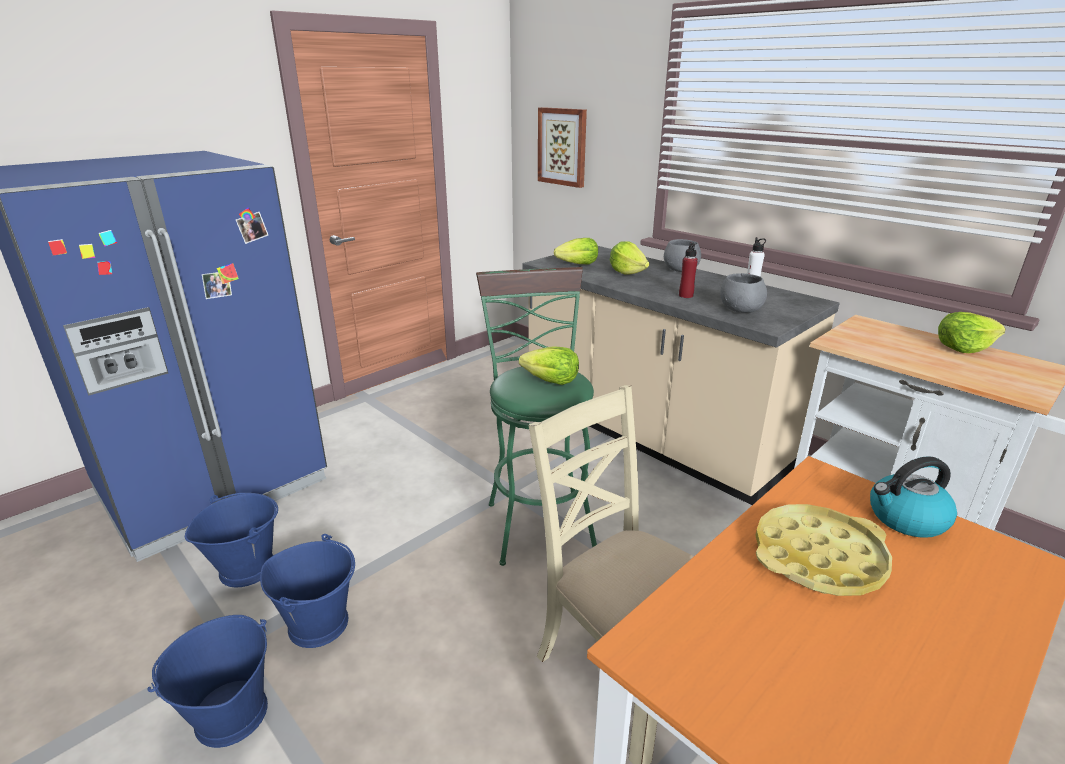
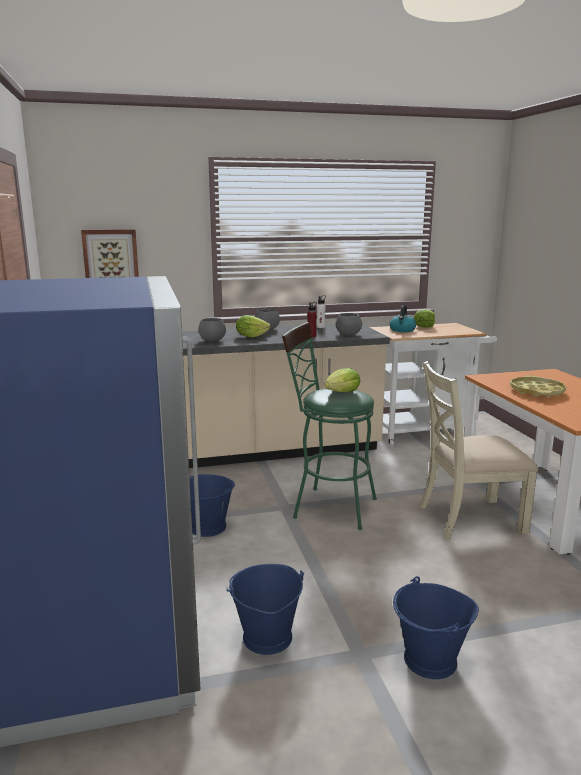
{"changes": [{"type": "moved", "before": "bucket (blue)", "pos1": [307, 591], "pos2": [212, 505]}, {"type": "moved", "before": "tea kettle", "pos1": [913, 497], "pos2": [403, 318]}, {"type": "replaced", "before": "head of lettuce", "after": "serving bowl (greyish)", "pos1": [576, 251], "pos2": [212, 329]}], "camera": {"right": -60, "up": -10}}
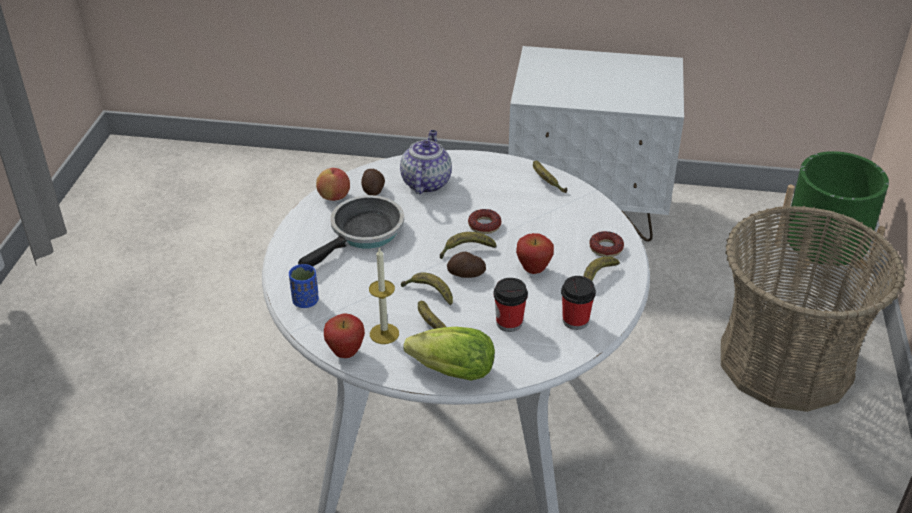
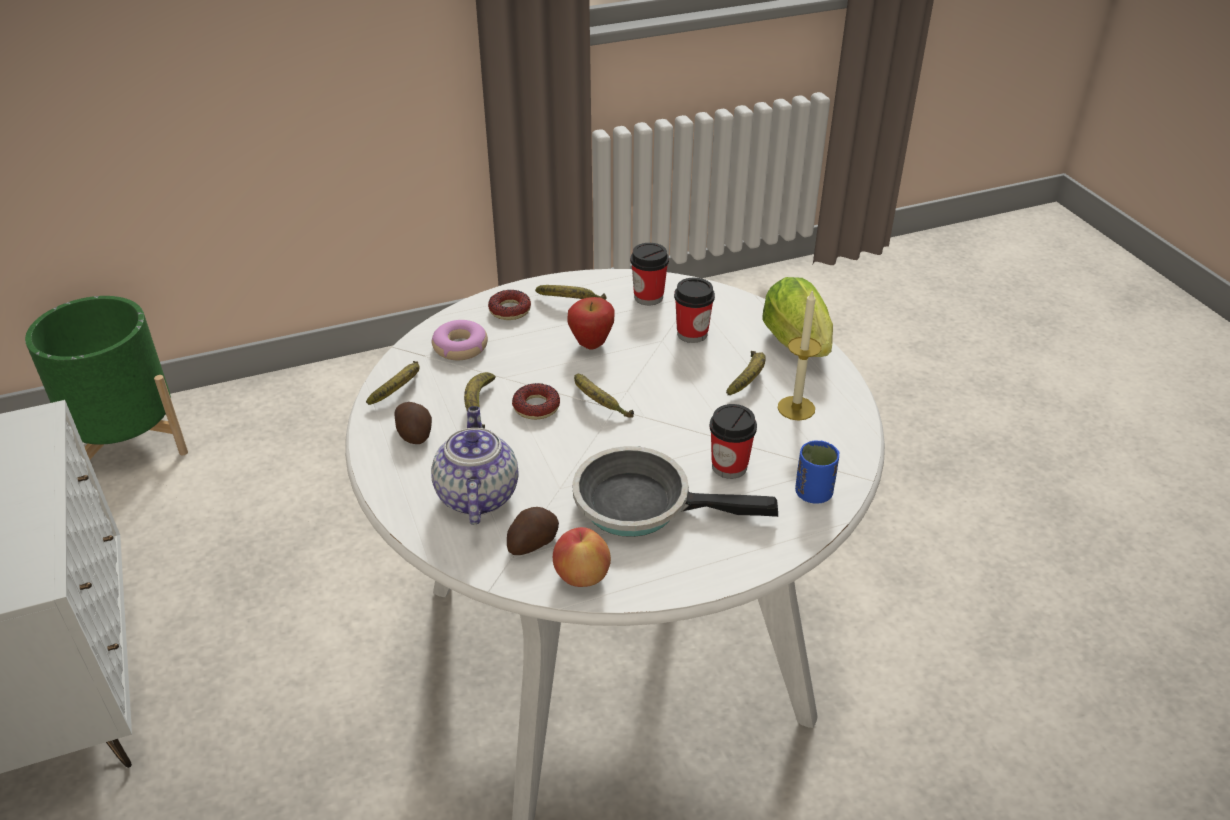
{"changes": [{"type": "removed", "before": "apple", "pos1": [344, 335]}, {"type": "removed", "before": "household basket", "pos1": [813, 308]}, {"type": "added", "after": "doughnut", "pos2": [459, 340]}, {"type": "added", "after": "drinking cup", "pos2": [733, 441]}, {"type": "moved", "before": "banana", "pos1": [427, 289], "pos2": [480, 400]}, {"type": "moved", "before": "whole potato", "pos1": [466, 265], "pos2": [413, 423]}, {"type": "turned", "before": "pot for tea", "pos1": [426, 162], "pos2": [475, 465], "turn": 105}], "camera": {"right": -120, "up": 0}}
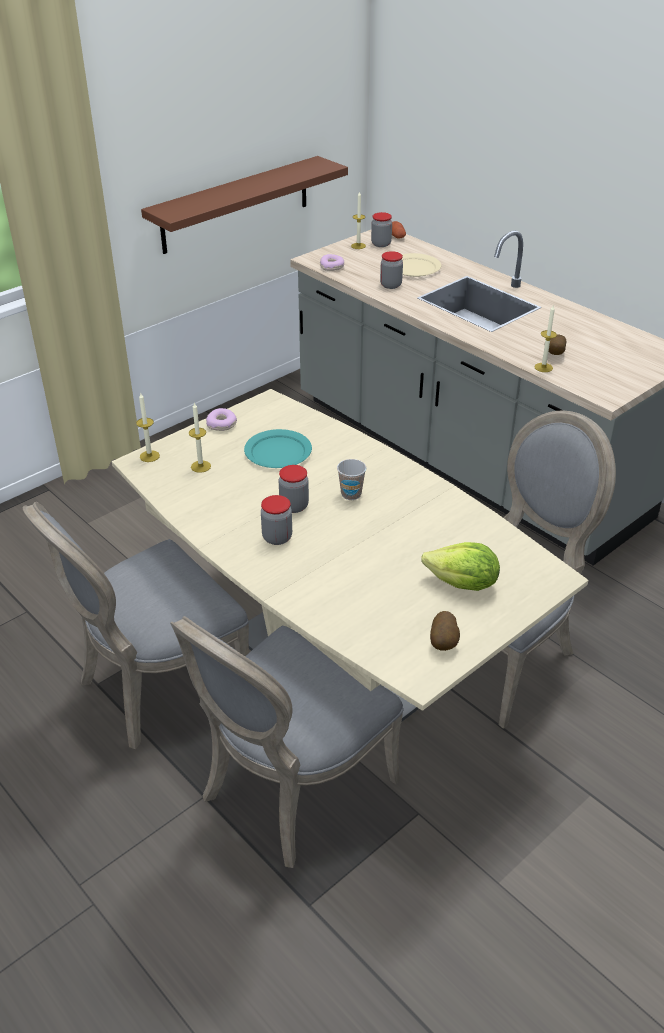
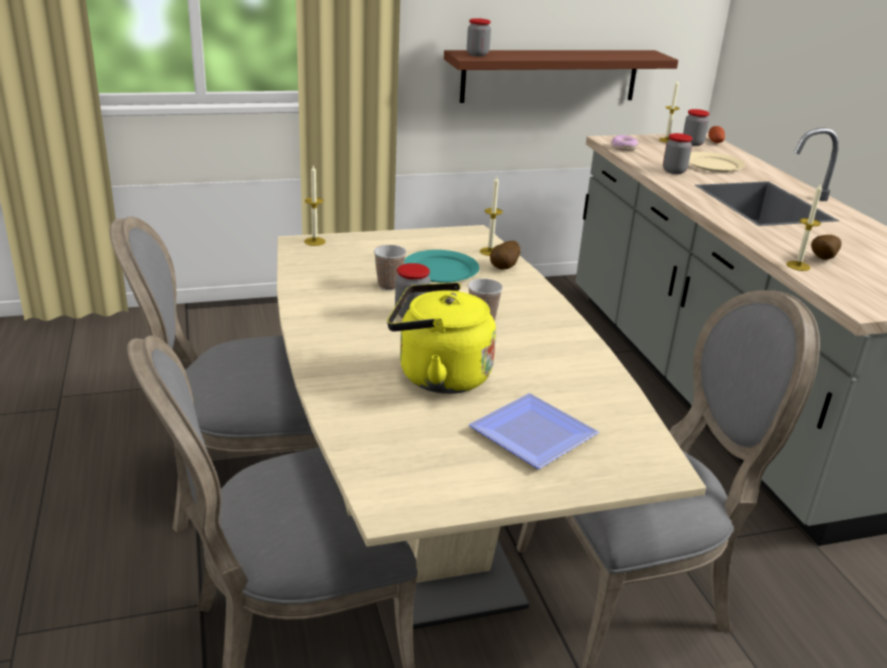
{"changes": [{"type": "removed", "before": "doughnut", "pos1": [221, 419]}, {"type": "added", "after": "drinking cup", "pos2": [390, 267]}, {"type": "added", "after": "tea kettle (yellowish)", "pos2": [441, 338]}, {"type": "moved", "before": "candle", "pos1": [200, 437], "pos2": [491, 216]}, {"type": "moved", "before": "storage jar", "pos1": [276, 520], "pos2": [479, 37]}, {"type": "moved", "before": "whole potato", "pos1": [445, 631], "pos2": [505, 255]}, {"type": "replaced", "before": "head of lettuce", "after": "flat dish", "pos1": [460, 566], "pos2": [534, 431]}], "camera": {"right": 25, "up": -10}}
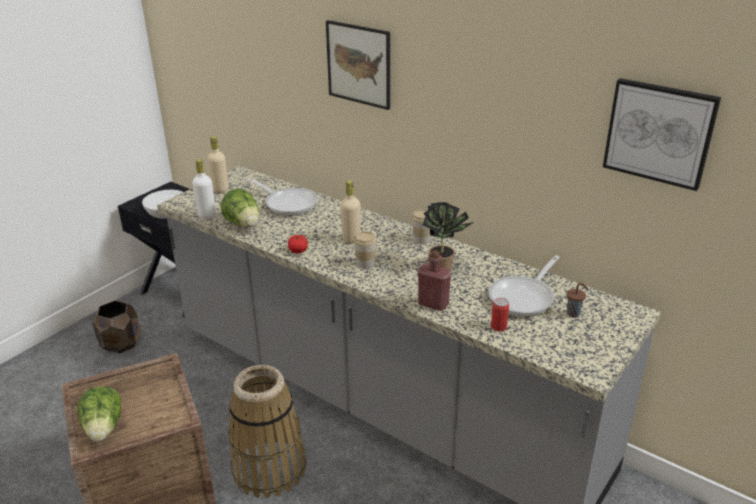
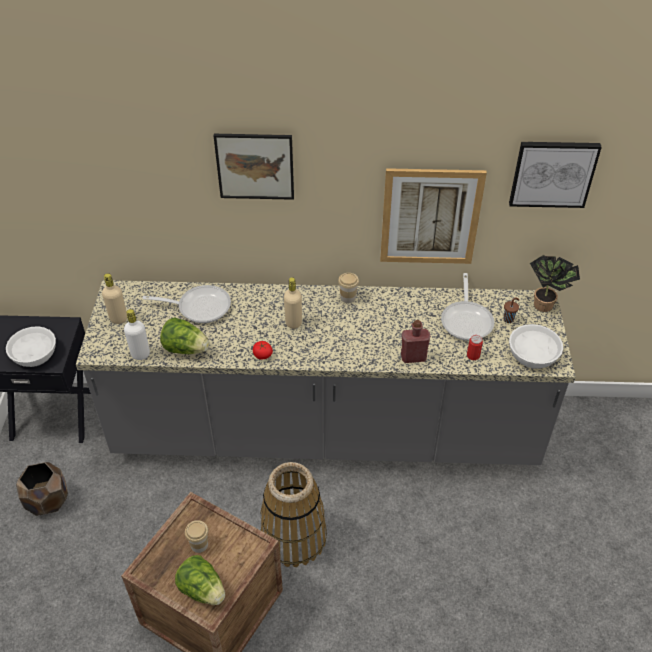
{"changes": [{"type": "added", "after": "wall picture", "pos2": [433, 216]}, {"type": "added", "after": "serving bowl (white)", "pos2": [536, 346]}, {"type": "moved", "before": "drinking cup", "pos1": [365, 249], "pos2": [196, 536]}, {"type": "moved", "before": "houseplant", "pos1": [448, 236], "pos2": [555, 283]}], "camera": {"right": -35, "up": 15}}
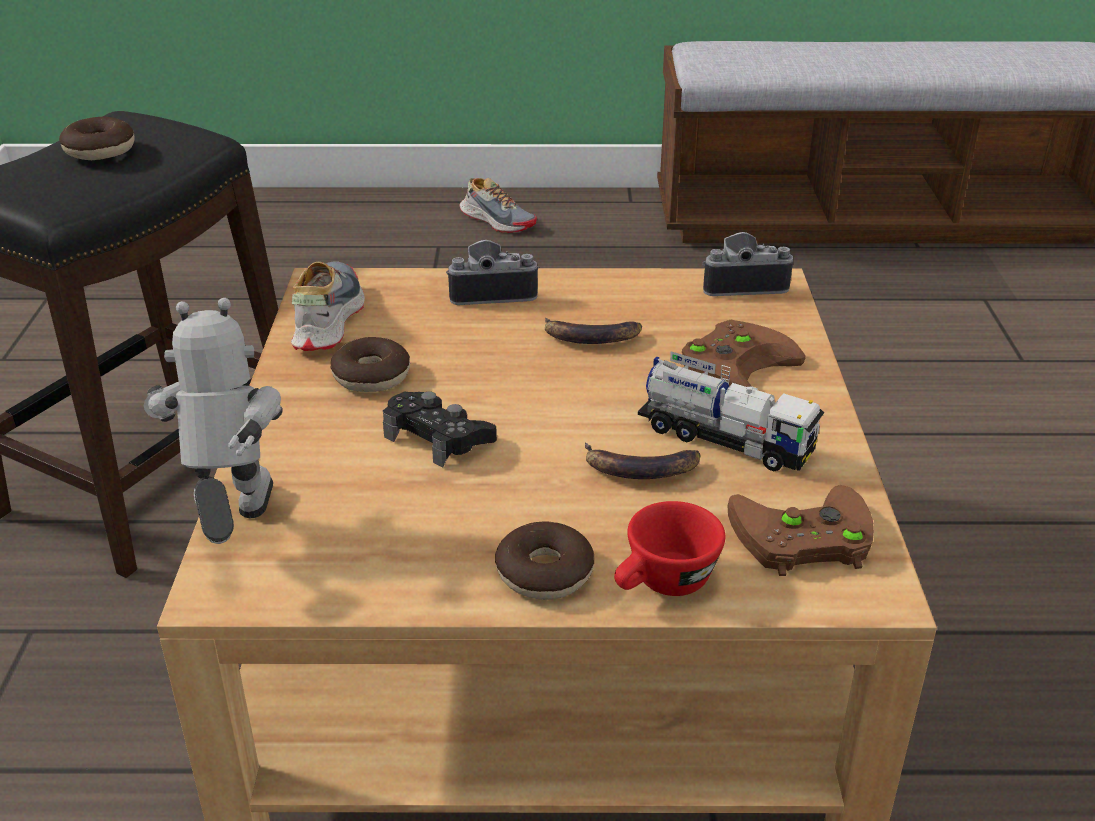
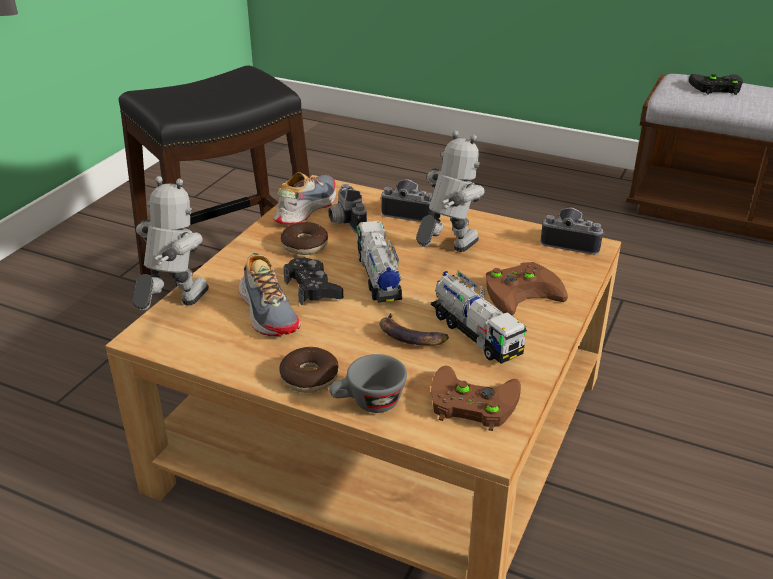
{"changes": [{"type": "removed", "before": "doughnut", "pos1": [97, 138]}, {"type": "added", "after": "photo camera", "pos2": [347, 208]}, {"type": "added", "after": "toy truck", "pos2": [379, 261]}, {"type": "added", "after": "joypad (black)", "pos2": [716, 84]}, {"type": "moved", "before": "item of footwear", "pos1": [498, 205], "pos2": [269, 294]}, {"type": "replaced", "before": "banana", "after": "robot figure", "pos1": [593, 331], "pos2": [450, 191]}, {"type": "recoloured", "before": "drinking cup (red-coloured)", "after": "drinking cup (greyish)", "pos1": [669, 548], "pos2": [368, 383]}], "camera": {"right": 25, "up": 0}}
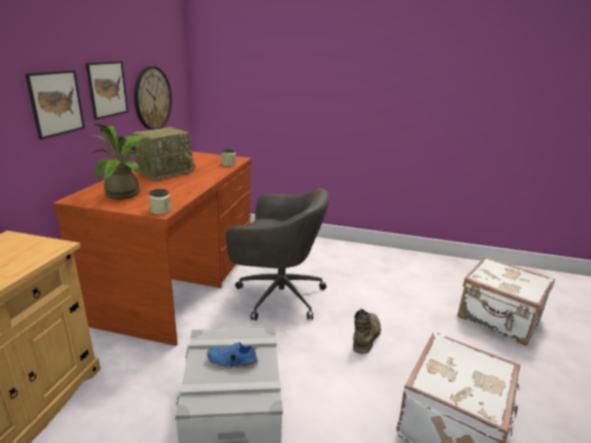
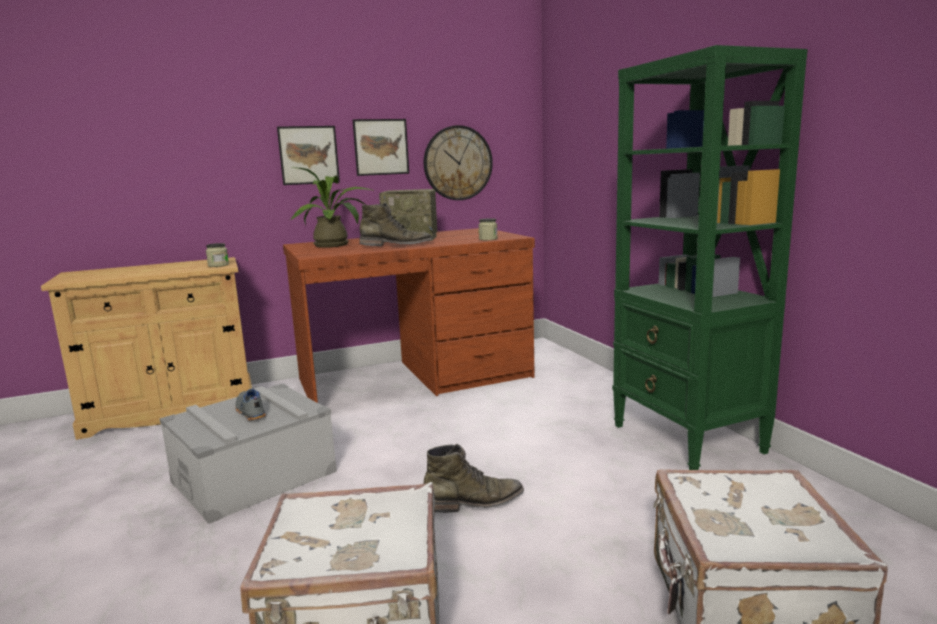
{"changes": [{"type": "removed", "before": "office chair (greyish)", "pos1": [277, 254]}, {"type": "added", "after": "tall boot (green)", "pos2": [396, 224]}, {"type": "added", "after": "shelving unit (green)", "pos2": [710, 257]}, {"type": "moved", "before": "storage jar", "pos1": [160, 202], "pos2": [217, 255]}, {"type": "recoloured", "before": "item of footwear (blue)", "after": "item of footwear (greyish)", "pos1": [232, 355], "pos2": [250, 404]}], "camera": {"right": 55, "up": -10}}
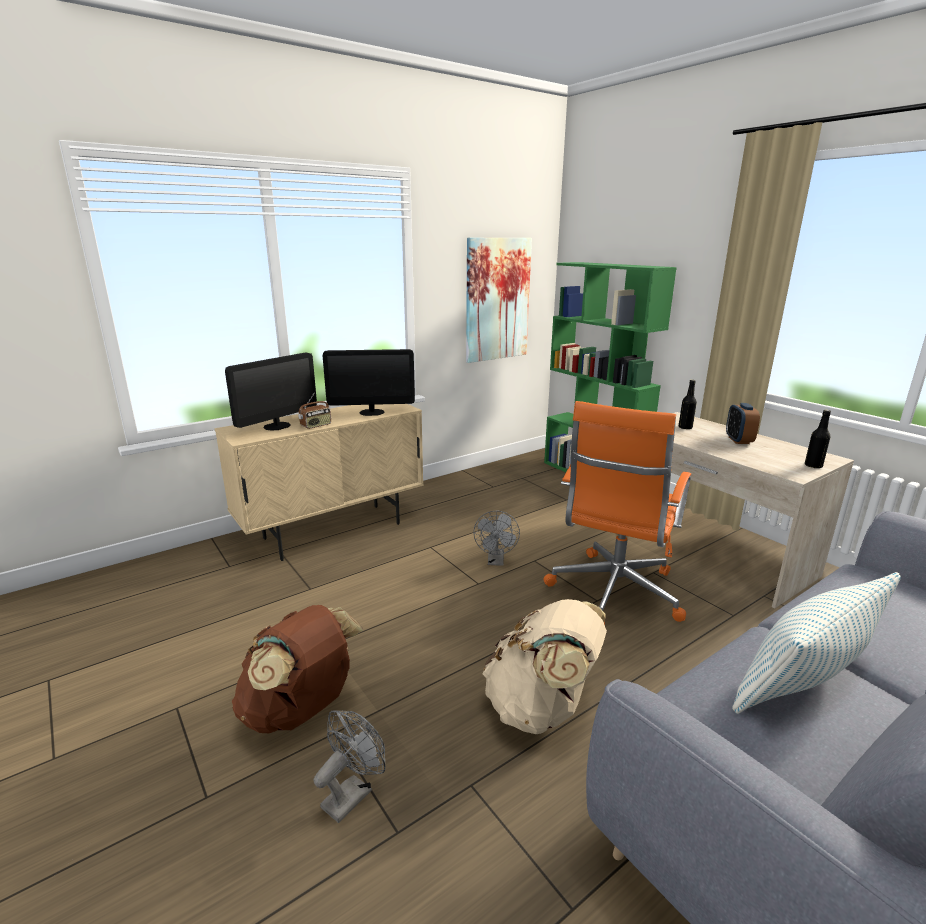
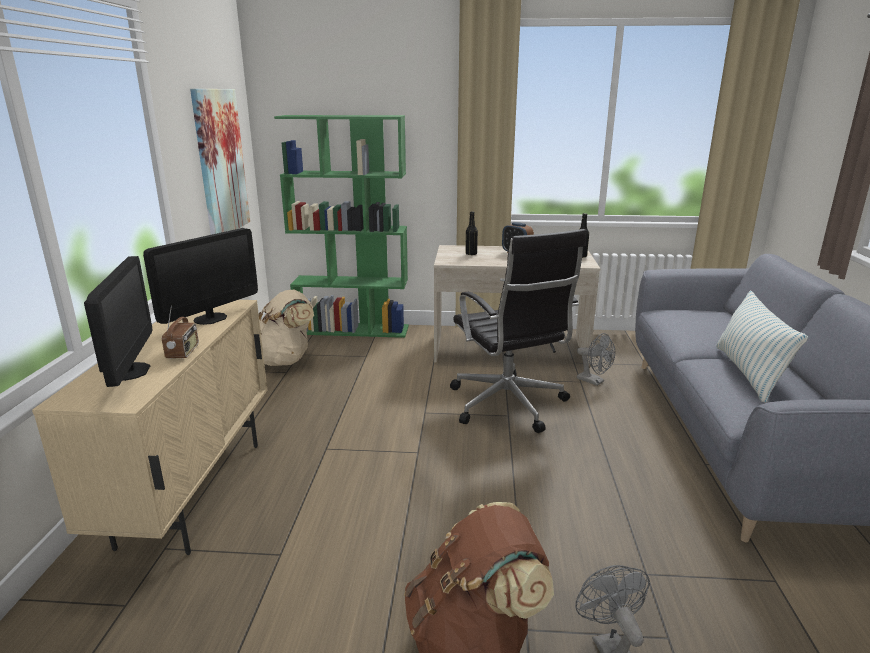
{"changes": [{"type": "moved", "before": "cooling fan (greyish)", "pos1": [496, 538], "pos2": [596, 359]}, {"type": "moved", "before": "backpack (beige)", "pos1": [545, 666], "pos2": [286, 328]}, {"type": "recoloured", "before": "office chair (orangey)", "after": "office chair (black)", "pos1": [617, 513], "pos2": [518, 331]}], "camera": {"right": -50, "up": 0}}
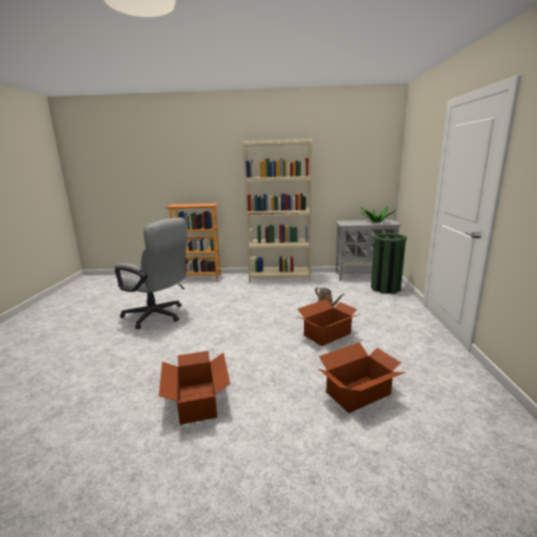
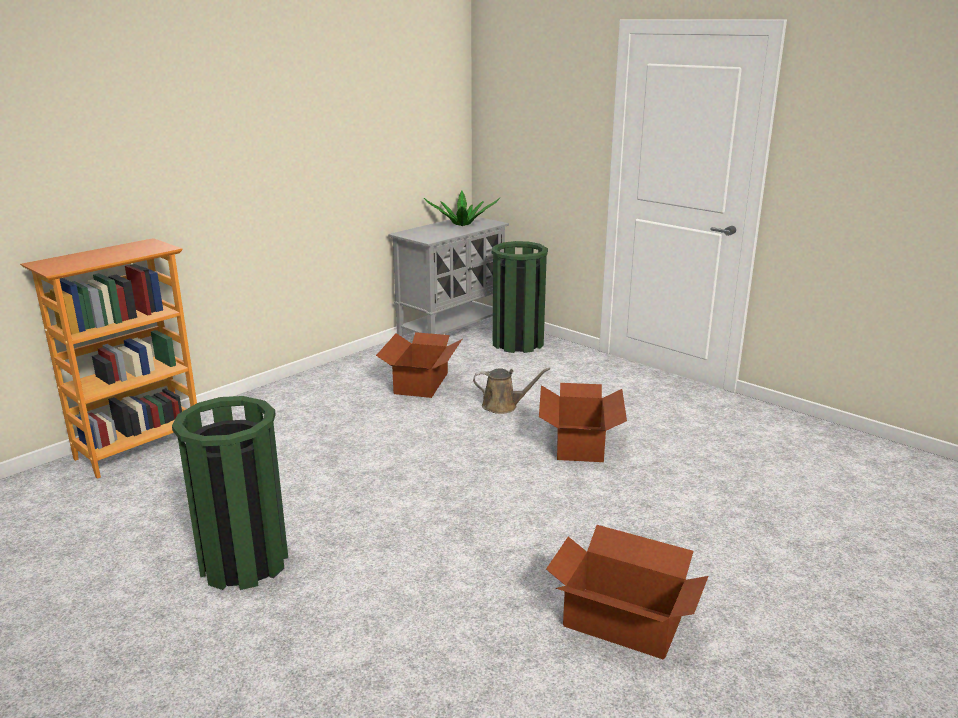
{"changes": [{"type": "removed", "before": "shelving unit (beige)", "pos1": [277, 210]}, {"type": "moved", "before": "packing box", "pos1": [362, 377], "pos2": [419, 365]}, {"type": "replaced", "before": "office chair (greyish)", "after": "rubbish bin (green)", "pos1": [151, 273], "pos2": [230, 493]}], "camera": {"right": -50, "up": 5}}
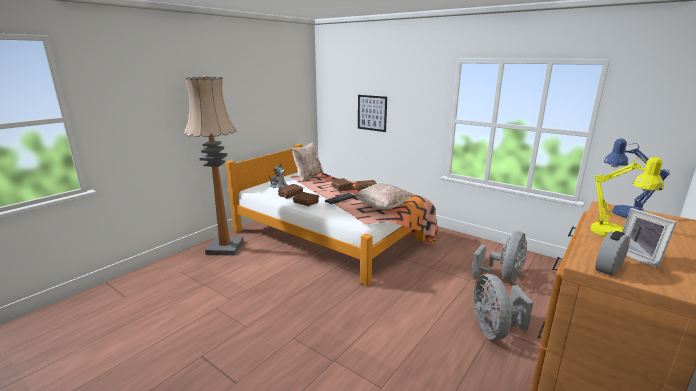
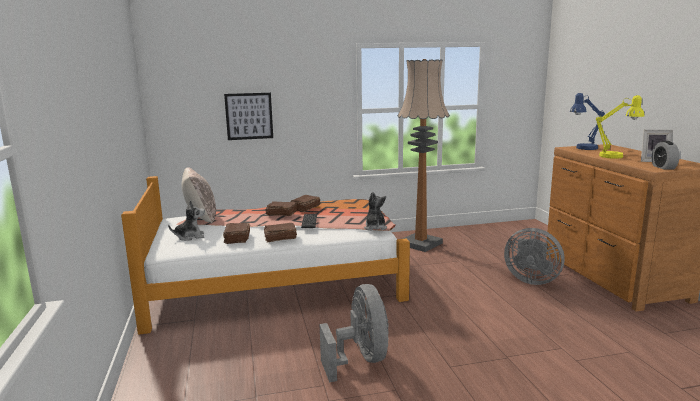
{"changes": [{"type": "removed", "before": "cushion (beige)", "pos1": [383, 196]}, {"type": "added", "after": "soft toy", "pos2": [375, 211]}, {"type": "moved", "before": "floor lamp", "pos1": [214, 166], "pos2": [423, 155]}, {"type": "moved", "before": "cooling fan (greyish)", "pos1": [499, 256], "pos2": [354, 333]}], "camera": {"right": -50, "up": -5}}
